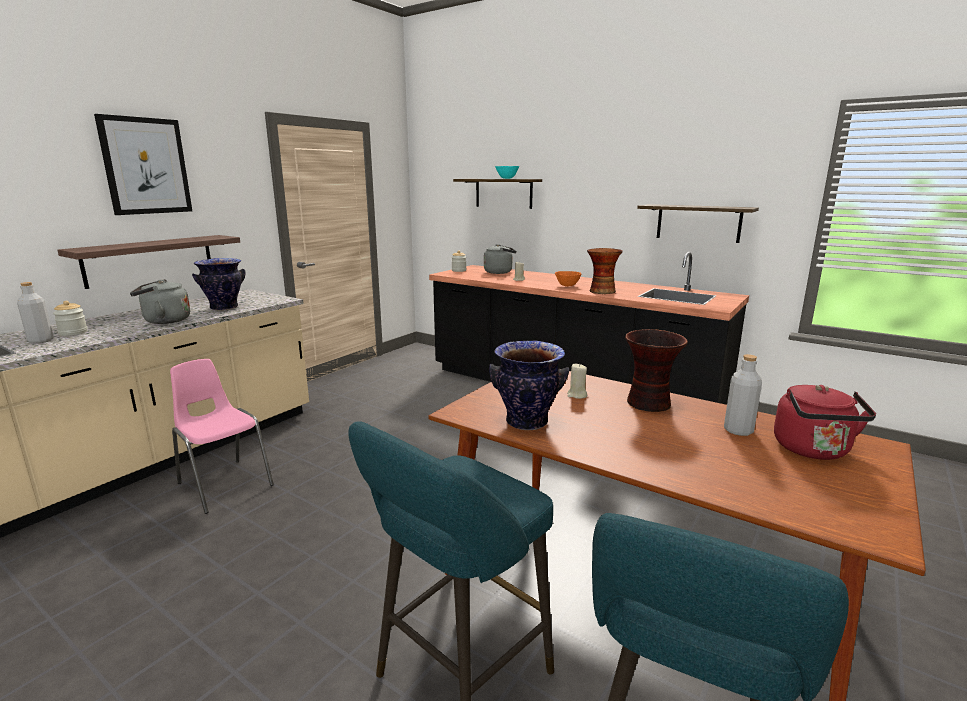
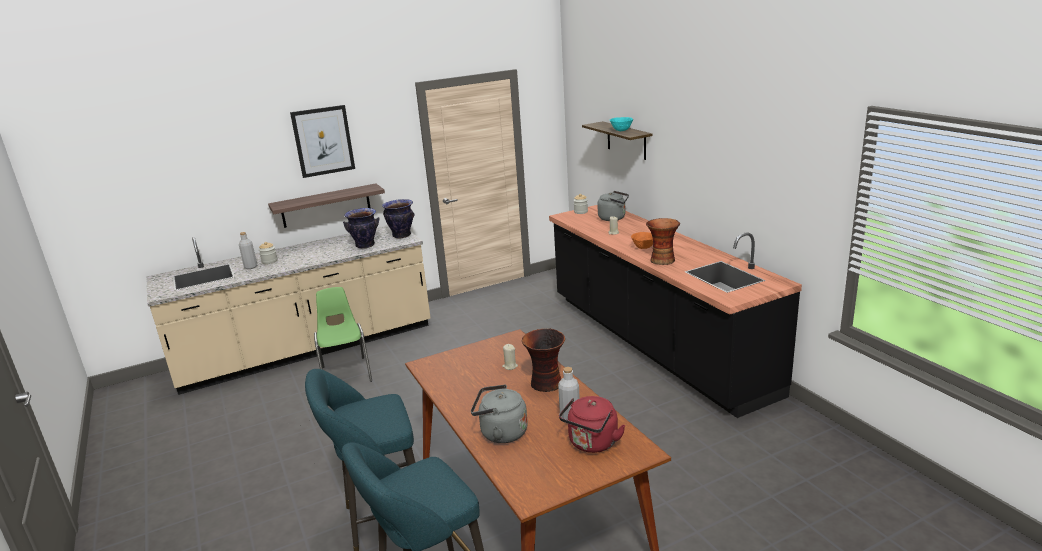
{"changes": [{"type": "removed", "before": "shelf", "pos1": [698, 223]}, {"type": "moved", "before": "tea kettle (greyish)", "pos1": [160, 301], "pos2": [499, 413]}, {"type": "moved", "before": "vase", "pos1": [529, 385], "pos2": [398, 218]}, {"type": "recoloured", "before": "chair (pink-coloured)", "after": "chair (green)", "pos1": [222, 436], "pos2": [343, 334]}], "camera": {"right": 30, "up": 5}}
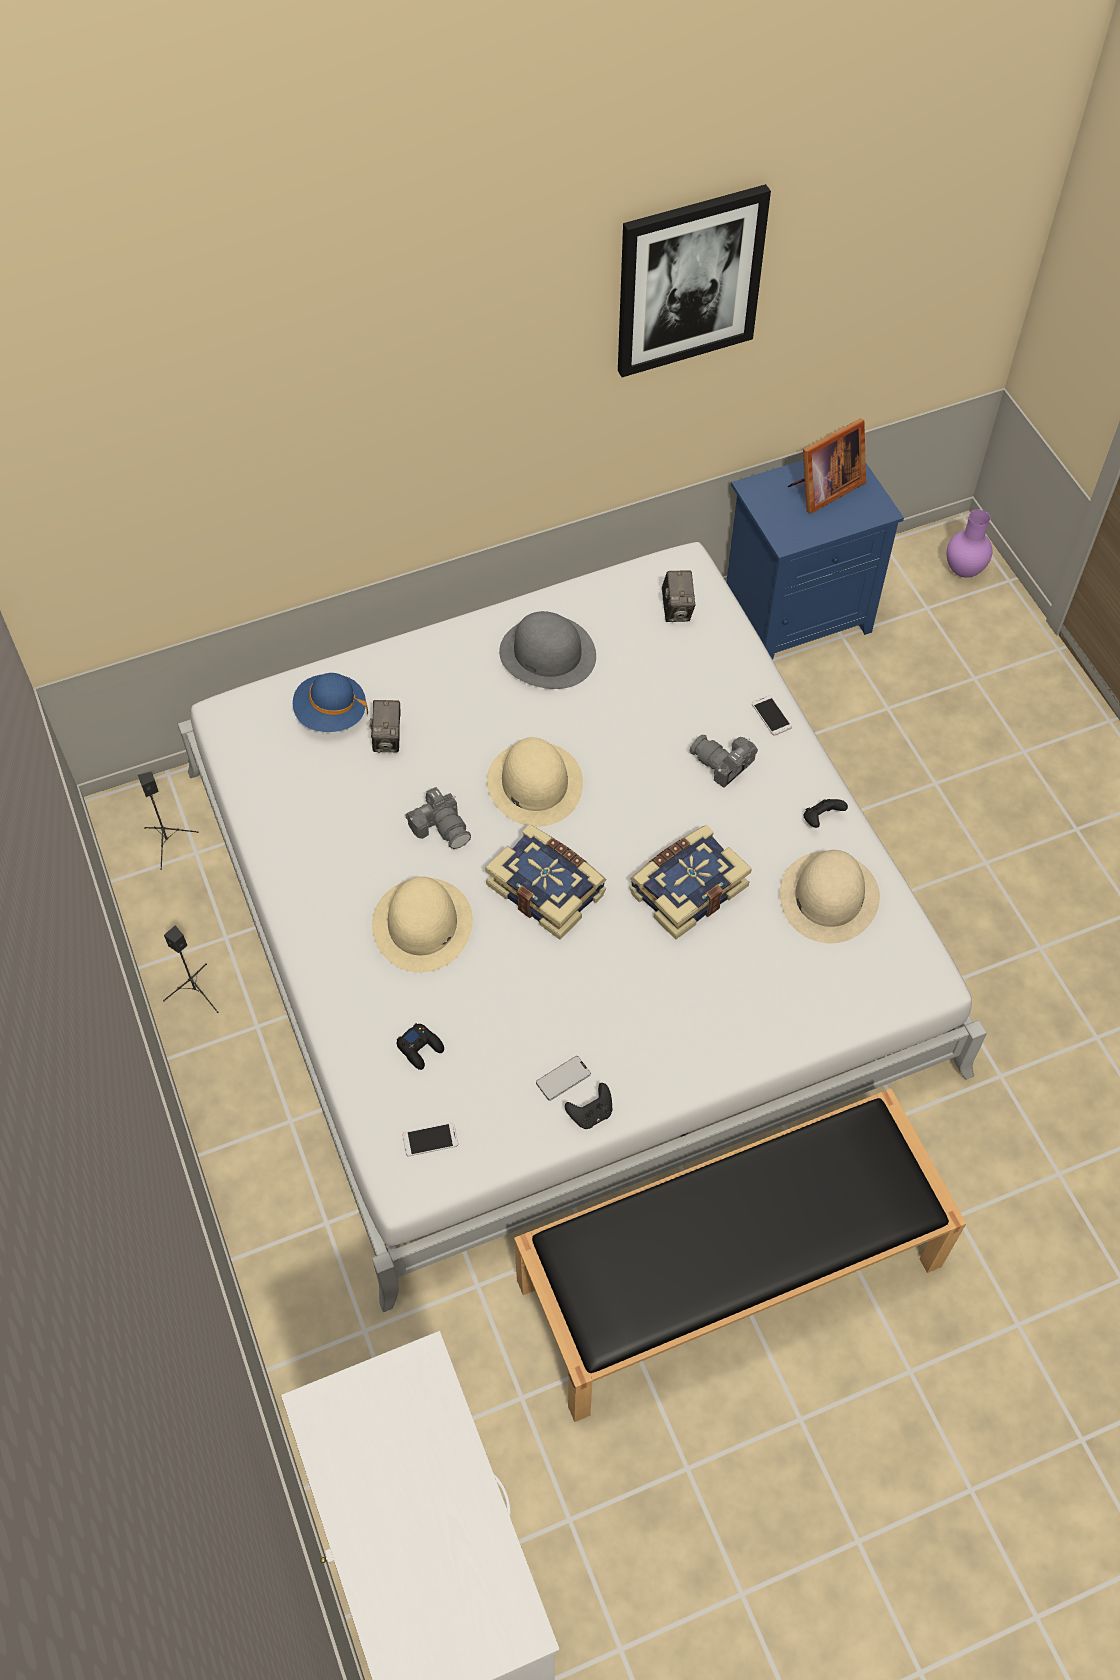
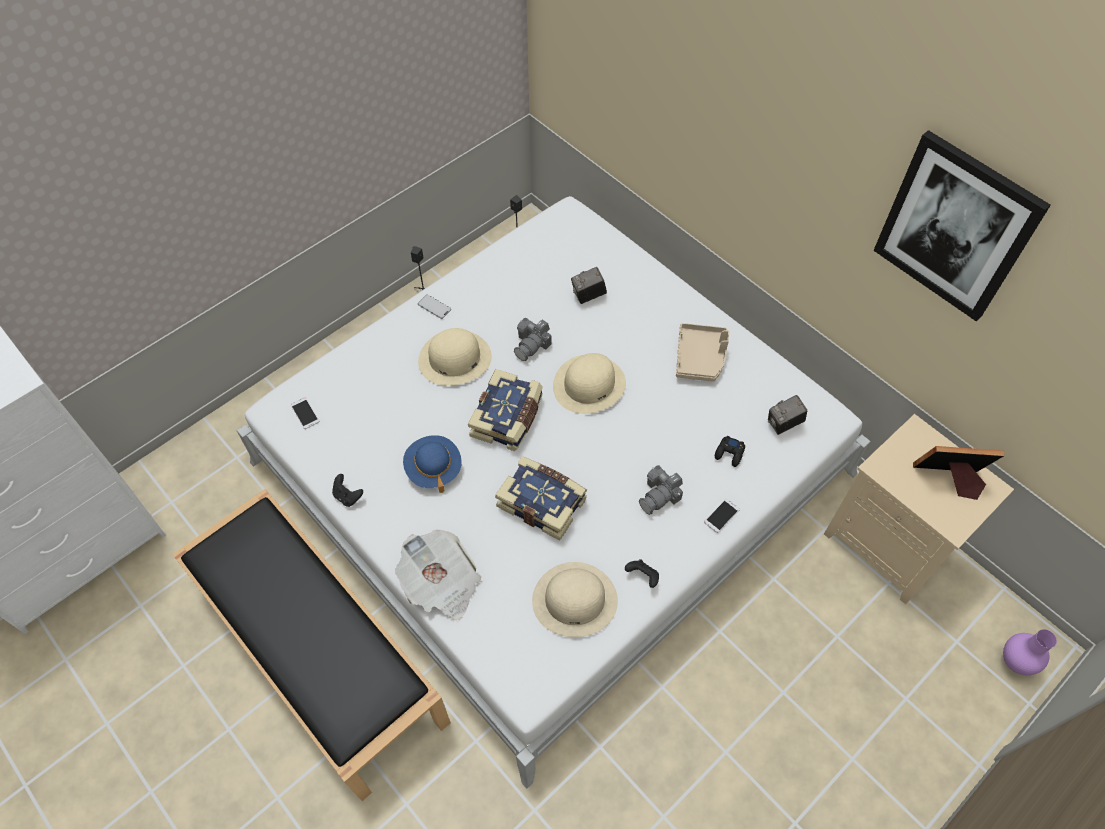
{"changes": [{"type": "added", "after": "printed paper", "pos2": [438, 575]}, {"type": "moved", "before": "clothing hat (blue)", "pos1": [330, 702], "pos2": [432, 464]}, {"type": "moved", "before": "joypad (black)", "pos1": [420, 1046], "pos2": [730, 451]}, {"type": "moved", "before": "telephone", "pos1": [563, 1078], "pos2": [434, 306]}, {"type": "replaced", "before": "clothing hat (greyish)", "after": "serving tray (beige)", "pos1": [547, 650], "pos2": [702, 352]}, {"type": "recoloured", "before": "nightstand (blue)", "after": "nightstand (beige)", "pos1": [815, 560], "pos2": [919, 509]}, {"type": "turned", "before": "photo camera", "pos1": [724, 761], "pos2": [661, 490], "turn": -150}, {"type": "turned", "before": "photo frame", "pos1": [827, 466], "pos2": [958, 473], "turn": 150}], "camera": {"right": 70, "up": 0}}
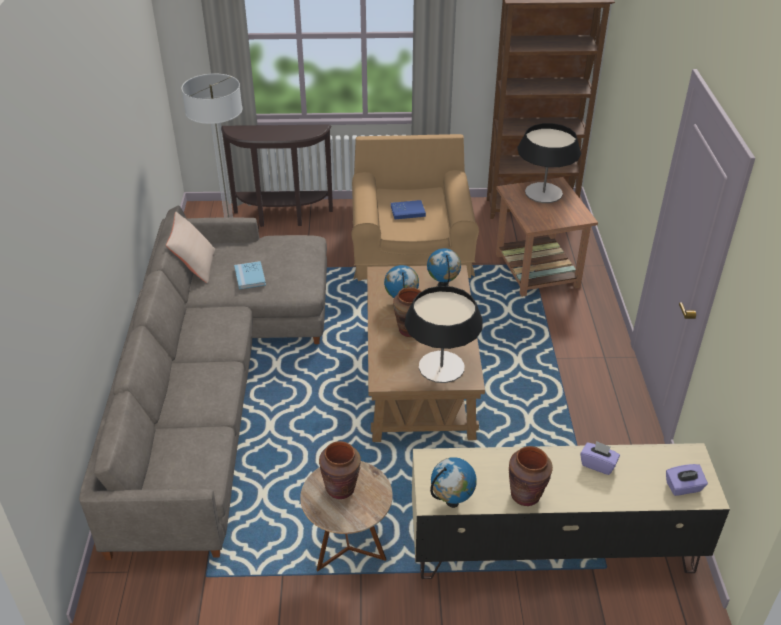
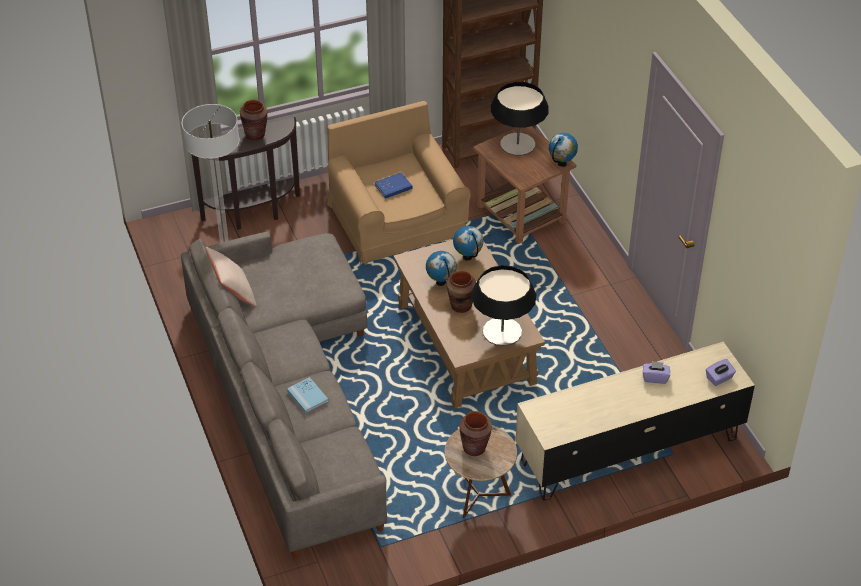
{"changes": [{"type": "moved", "before": "bound book (blue)", "pos1": [250, 275], "pos2": [307, 395]}, {"type": "moved", "before": "desk globe", "pos1": [453, 482], "pos2": [563, 150]}, {"type": "moved", "before": "vase (brown-coloured)", "pos1": [531, 476], "pos2": [254, 120]}], "camera": {"right": -20, "up": 5}}
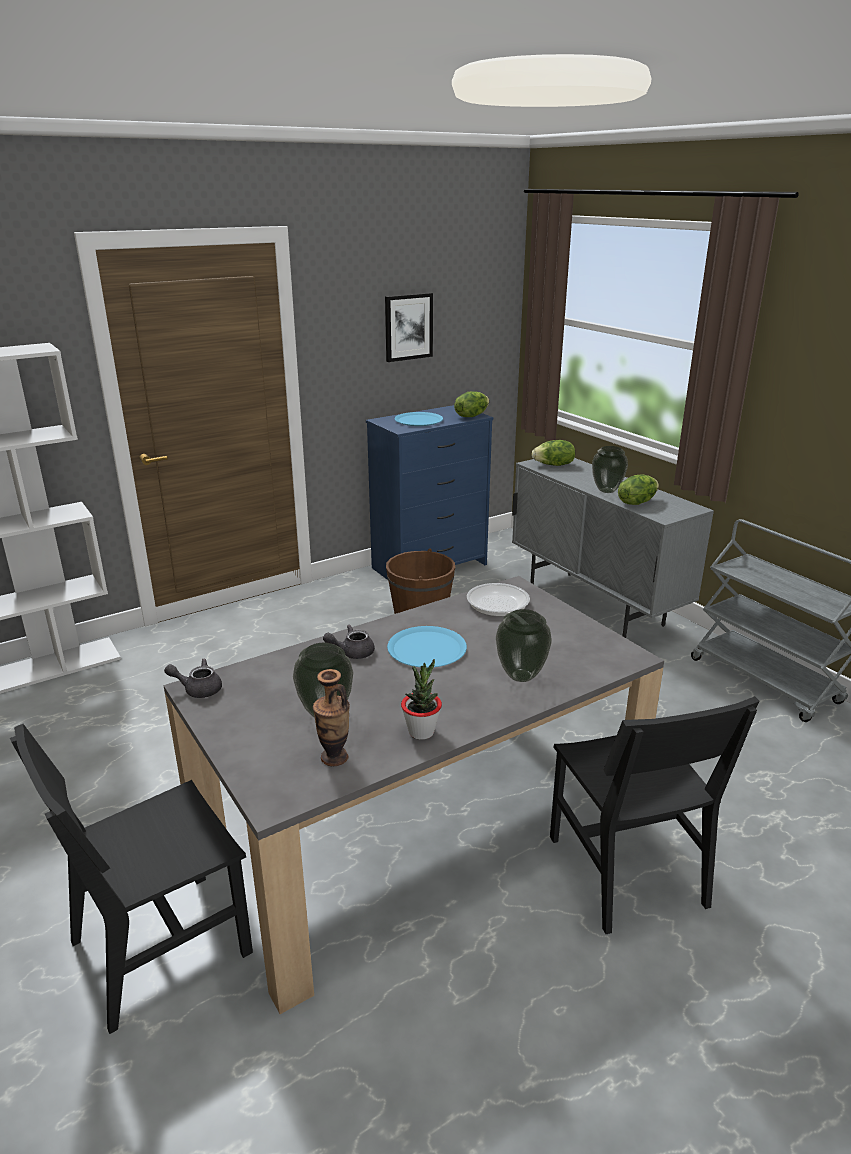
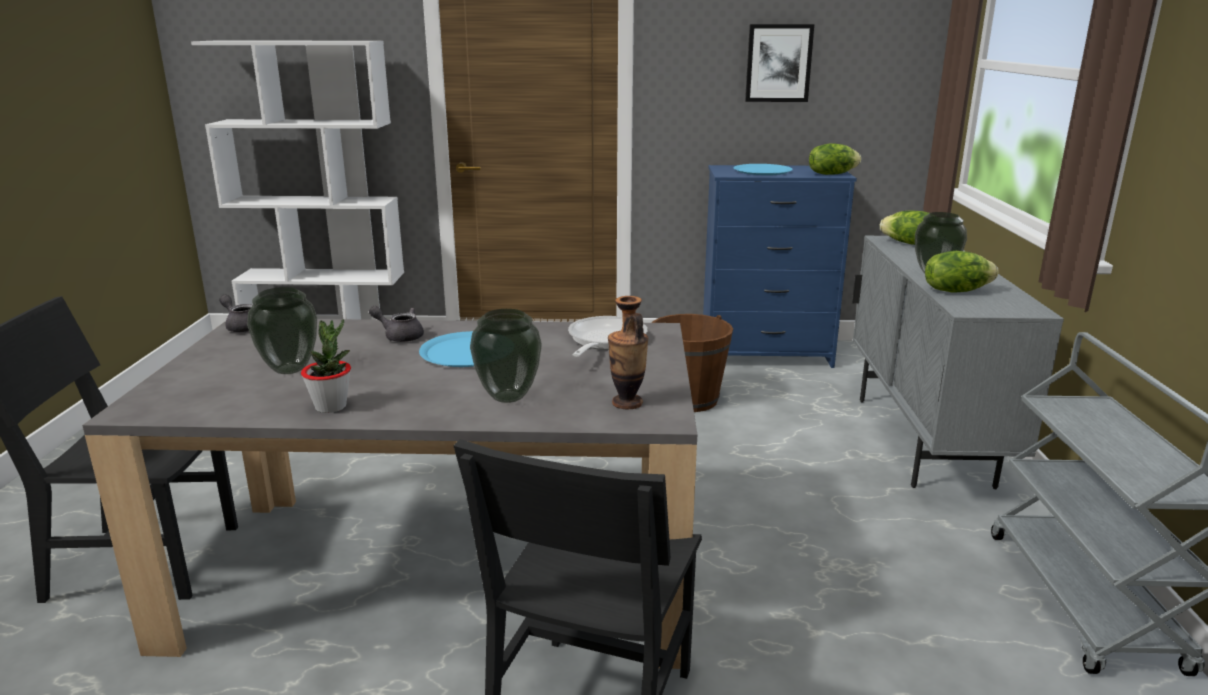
{"changes": [{"type": "moved", "before": "vase", "pos1": [331, 717], "pos2": [628, 352]}], "camera": {"right": 35, "up": -5}}
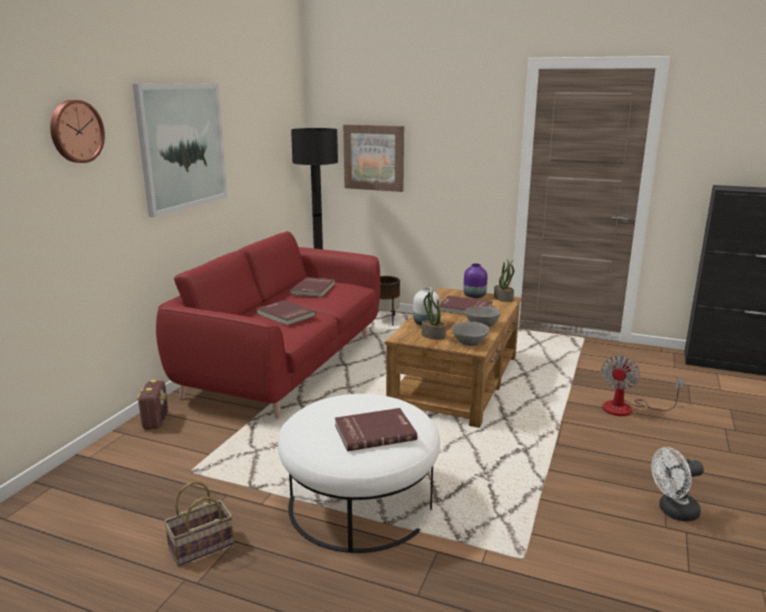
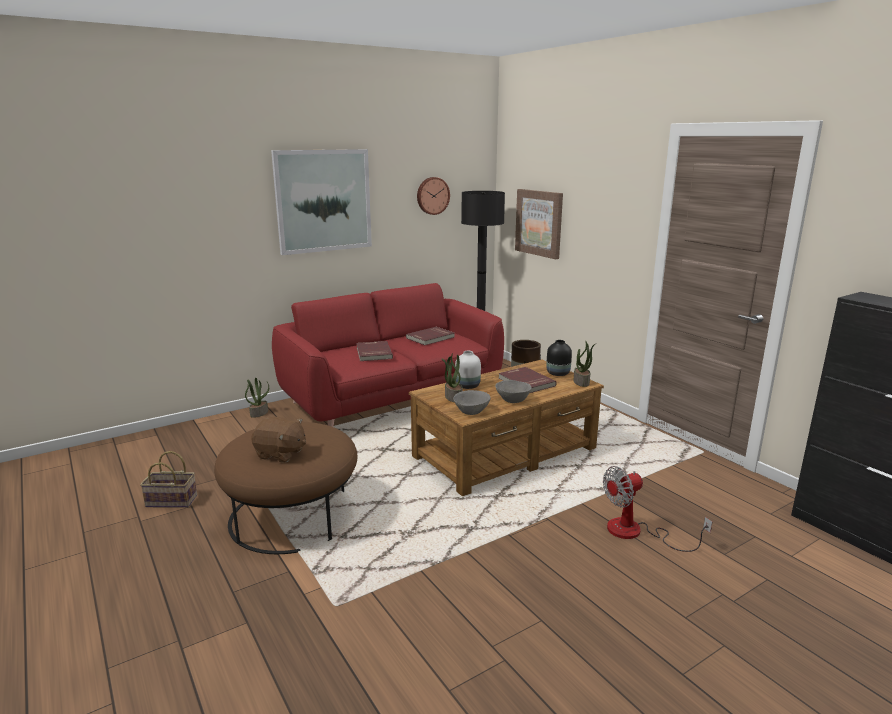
{"changes": [{"type": "removed", "before": "cooling fan (white)", "pos1": [677, 484]}, {"type": "moved", "before": "wall clock", "pos1": [77, 131], "pos2": [433, 196]}, {"type": "replaced", "before": "radio set", "after": "houseplant", "pos1": [152, 405], "pos2": [257, 398]}, {"type": "replaced", "before": "bound book (red-coloured)", "after": "soft toy (brown-coloured)", "pos1": [376, 430], "pos2": [278, 440]}, {"type": "recoloured", "before": "footrest (white)", "after": "footrest (brown-coloured)", "pos1": [359, 473], "pos2": [286, 488]}, {"type": "recoloured", "before": "vase (purplish)", "after": "vase (black)", "pos1": [475, 280], "pos2": [559, 358]}], "camera": {"right": 35, "up": 0}}
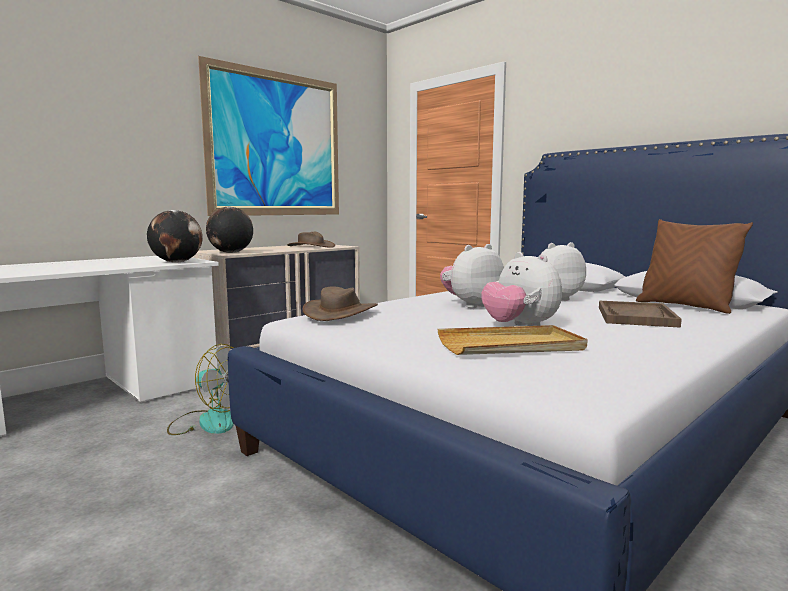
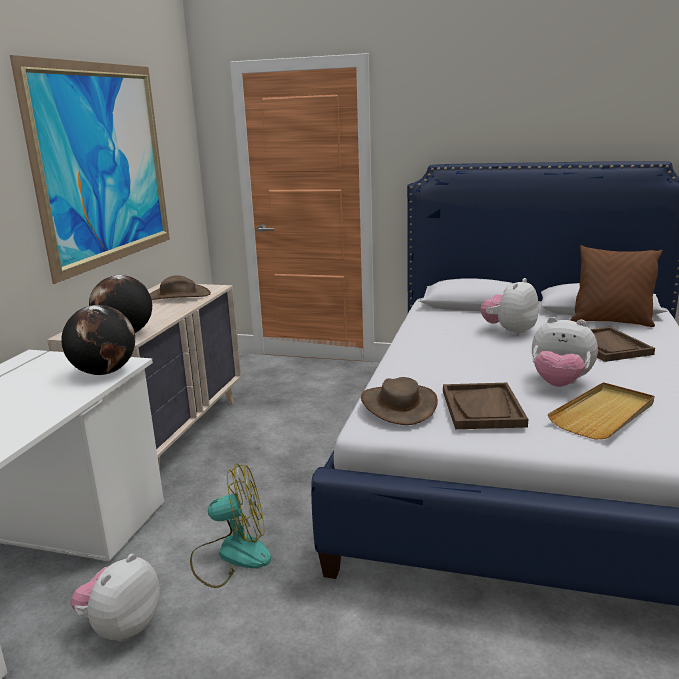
{"changes": [{"type": "added", "after": "serving tray (brown-coloured)", "pos2": [485, 406]}, {"type": "moved", "before": "soft toy", "pos1": [472, 276], "pos2": [115, 598]}], "camera": {"right": -30, "up": 10}}
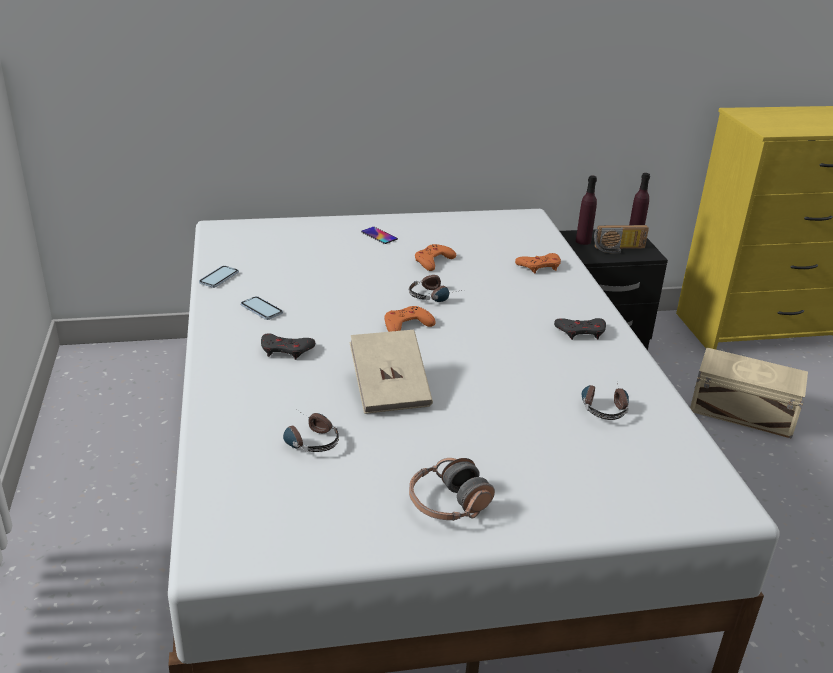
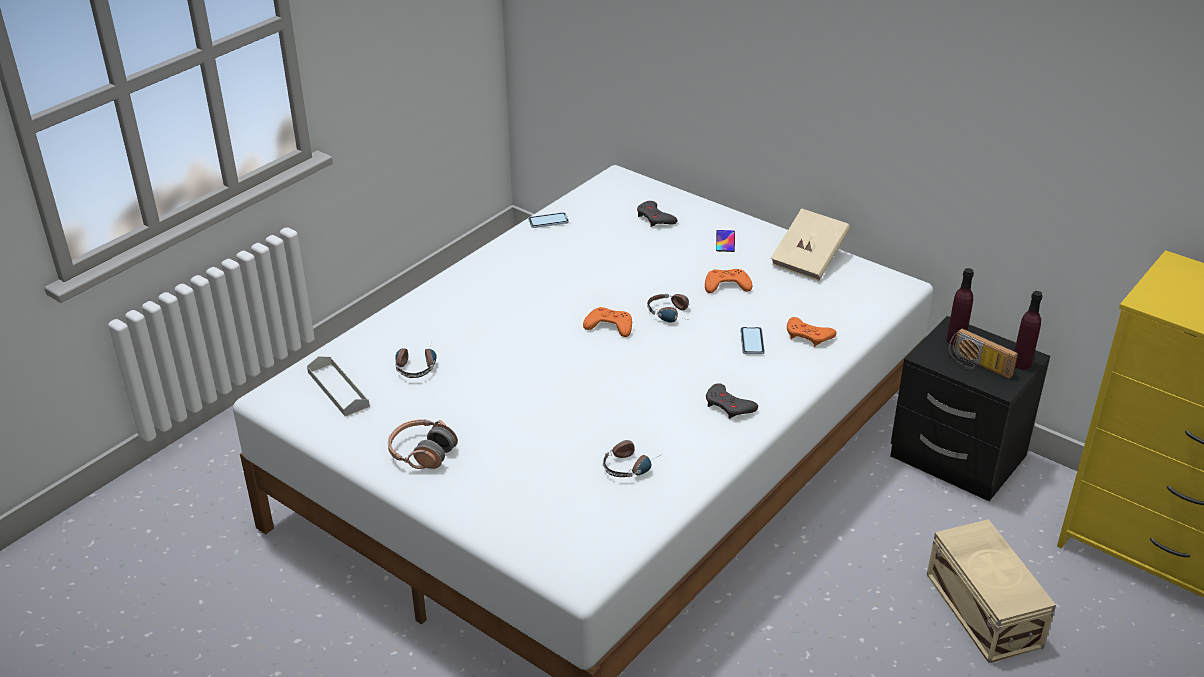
{"changes": [{"type": "added", "after": "serving tray (greyish)", "pos2": [338, 386]}, {"type": "moved", "before": "telephone", "pos1": [262, 308], "pos2": [752, 341]}, {"type": "moved", "before": "joypad (greyish)", "pos1": [288, 346], "pos2": [657, 214]}, {"type": "moved", "before": "bound book (beige)", "pos1": [391, 372], "pos2": [810, 244]}], "camera": {"right": 50, "up": 5}}
